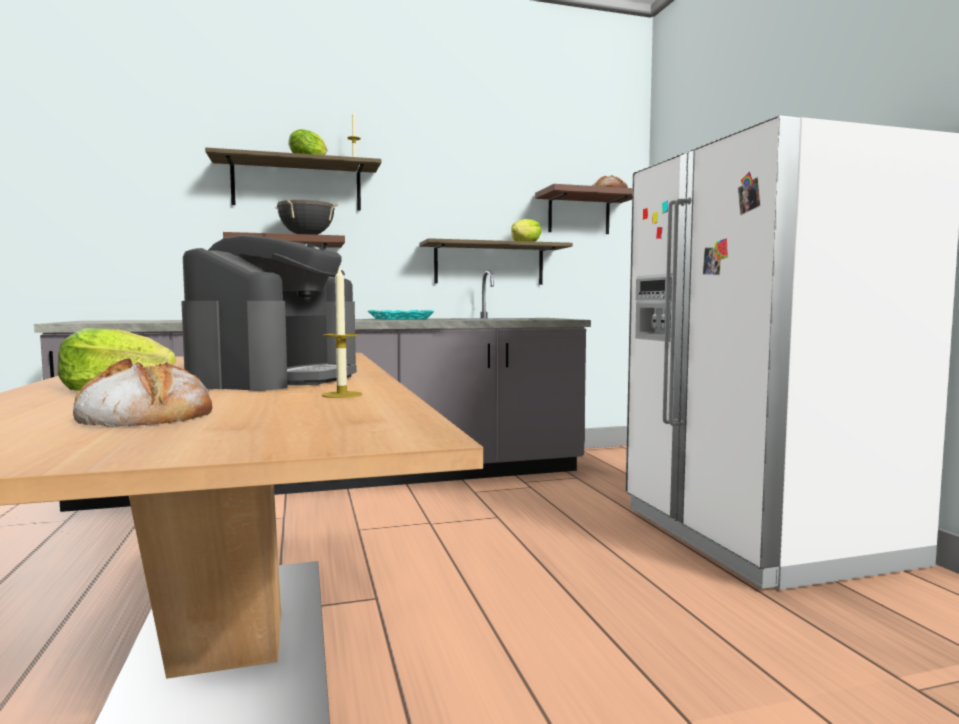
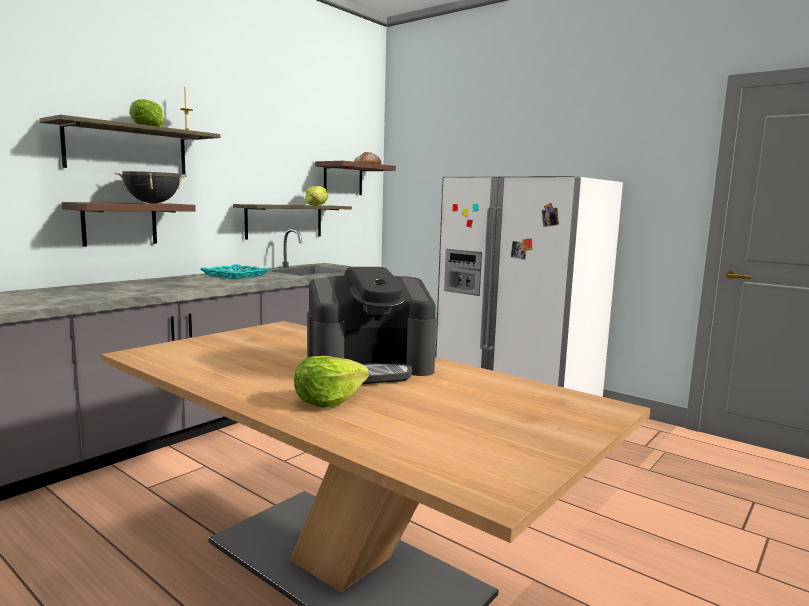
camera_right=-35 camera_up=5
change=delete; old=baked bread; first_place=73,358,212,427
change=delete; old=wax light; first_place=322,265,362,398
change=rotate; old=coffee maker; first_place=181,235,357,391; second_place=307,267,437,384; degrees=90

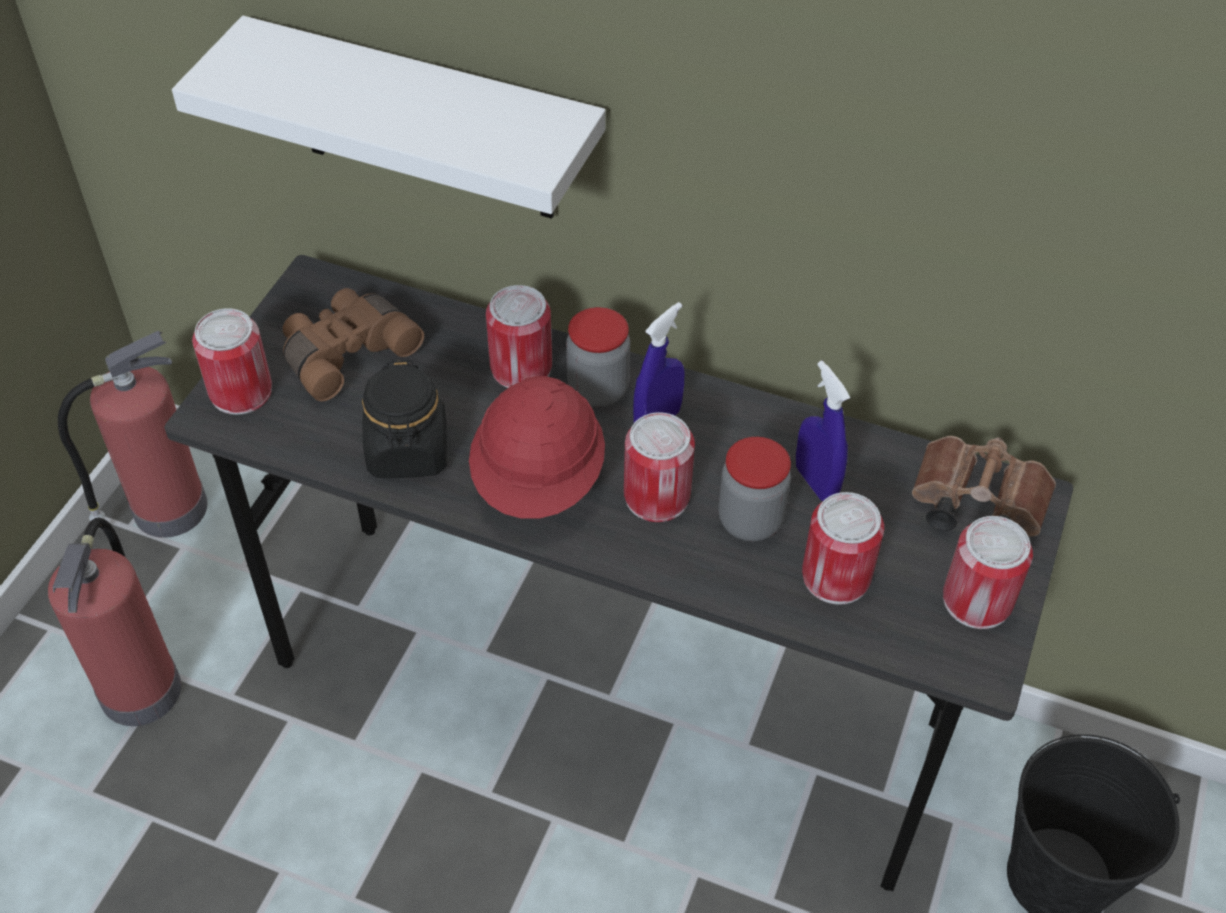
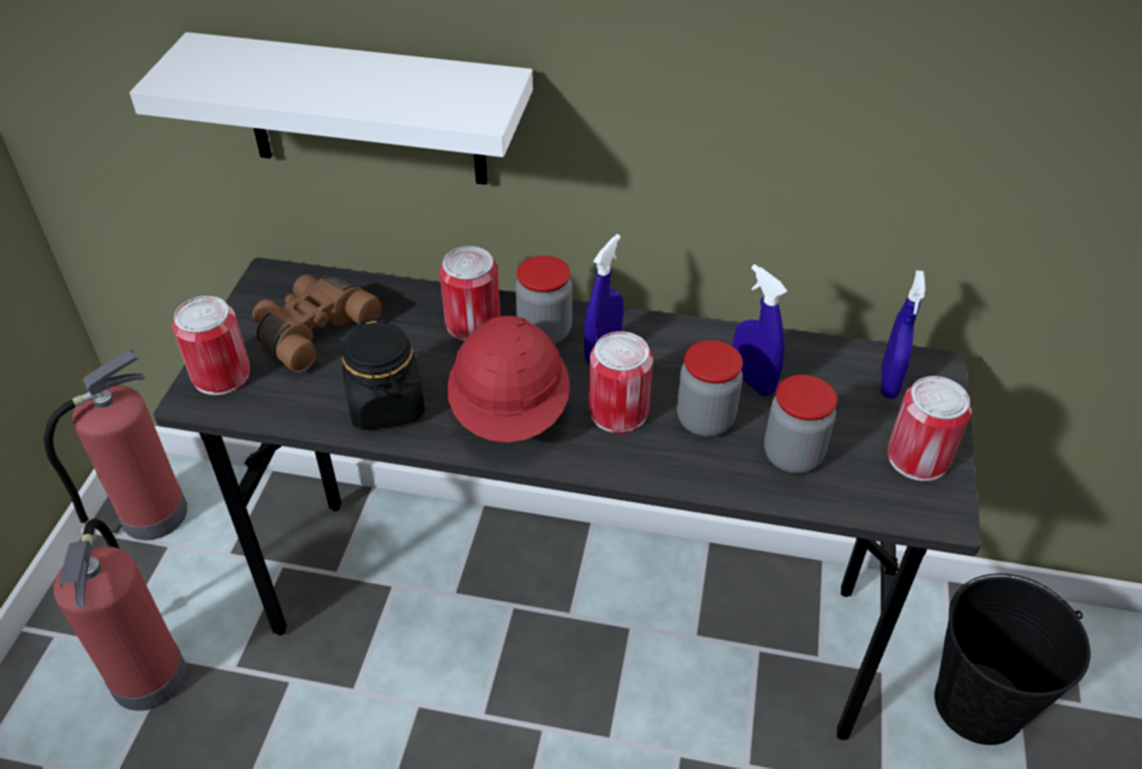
camera_right=-10 camera_up=-5
change=replace; old=sealed can; new=storage jar; first_place=802,492,884,605; second_place=764,375,837,473
change=replace; old=binoculars (brown); new=spray bottle (bluish); first_place=912,436,1056,536; second_place=881,270,925,398

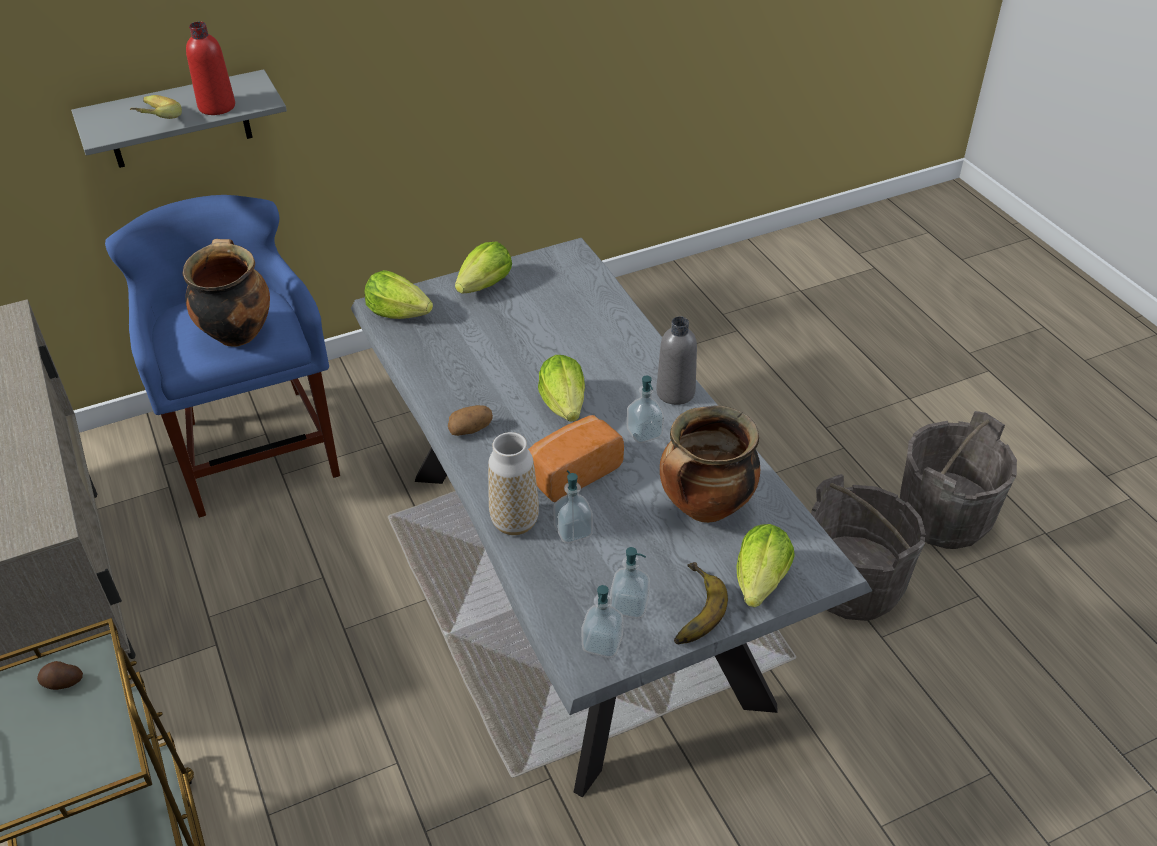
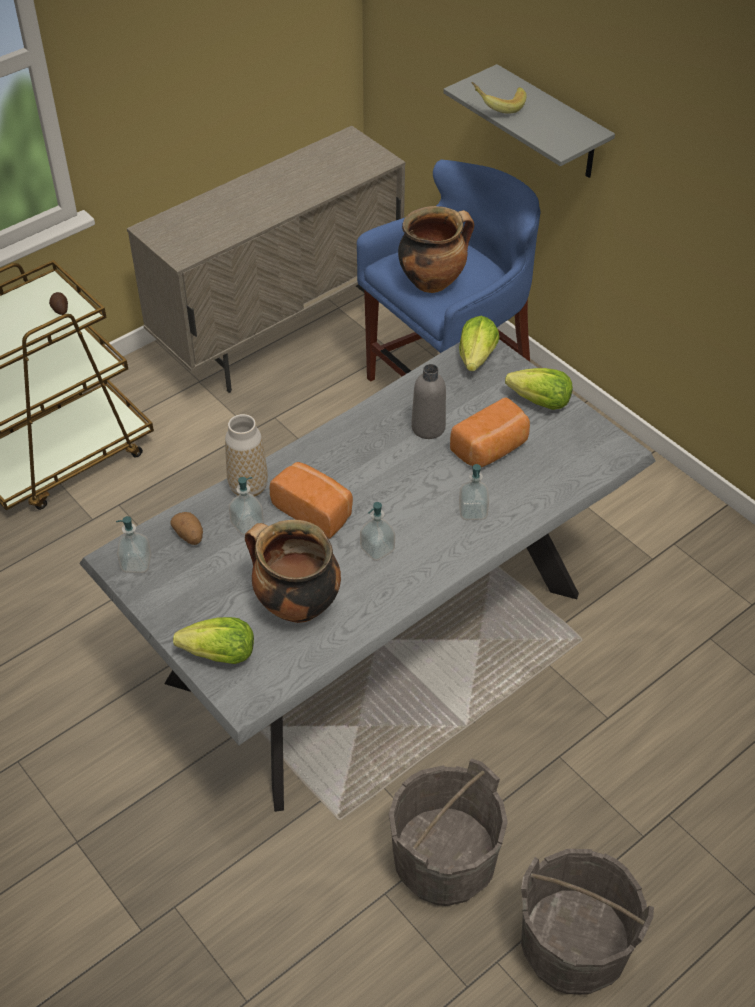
camera_right=75 camera_up=5
change=delete; old=beverage bottle (red); first_place=186,22,235,115
change=delete; old=lettuce; first_place=538,355,585,422
change=delete; old=banana fruit; first_place=674,562,728,644
change=insert; new=baked bread; second_place=450,397,530,467
change=move; old=potato; first_place=448,405,493,436; second_place=170,512,203,545
change=move; old=soap bottle; first_place=610,547,650,619; second_place=459,464,489,520
change=move; old=beverage bottle (greyish); first_place=656,316,697,405; second_place=411,364,446,439

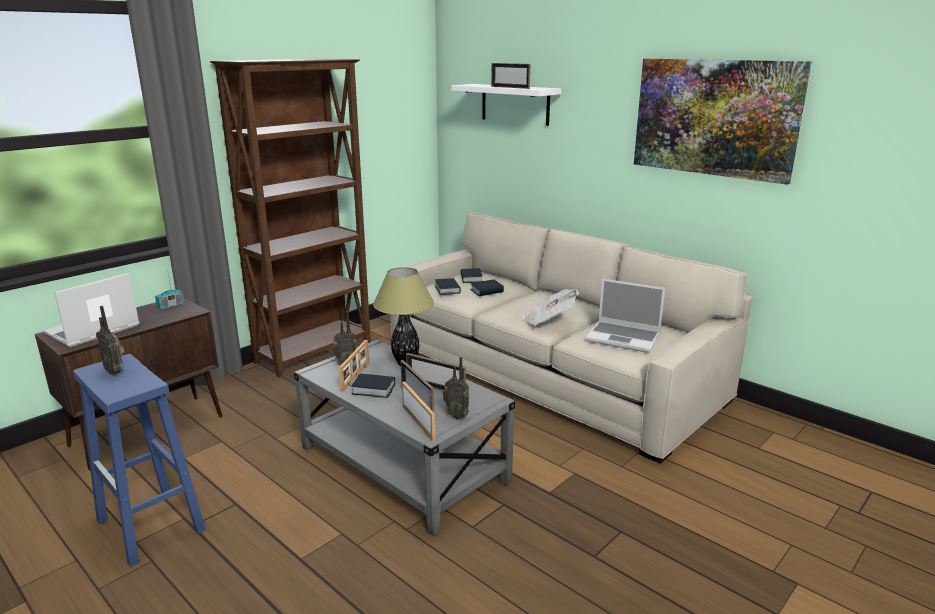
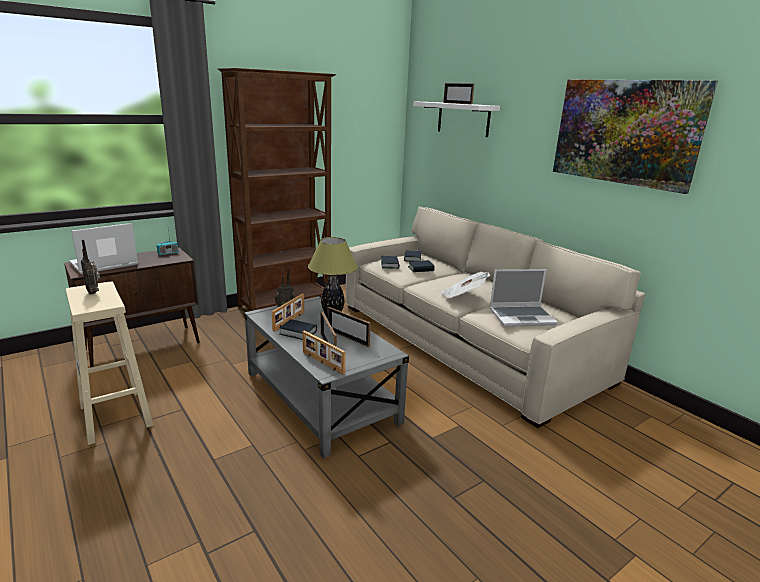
camera_right=10 camera_up=0
change=delete; old=radio receiver; first_place=443,357,469,419
change=recolor; old=stool (bluish); new=stool (beige); first_place=73,354,206,567; second_place=66,282,153,445
change=rotate; old=picture frame; first_place=402,381,436,441; second_place=303,330,346,375; degrees=150
change=rotate; old=notebook computer; first_place=586,279,665,353; second_place=489,269,558,327; degrees=-45

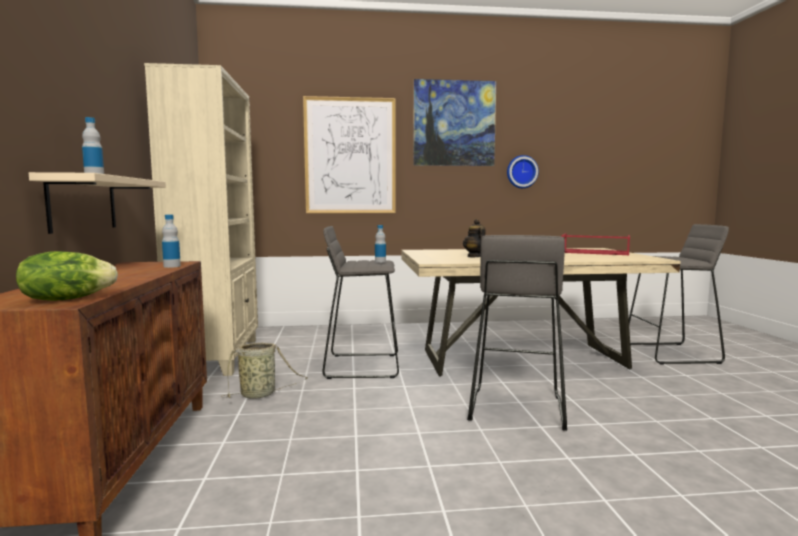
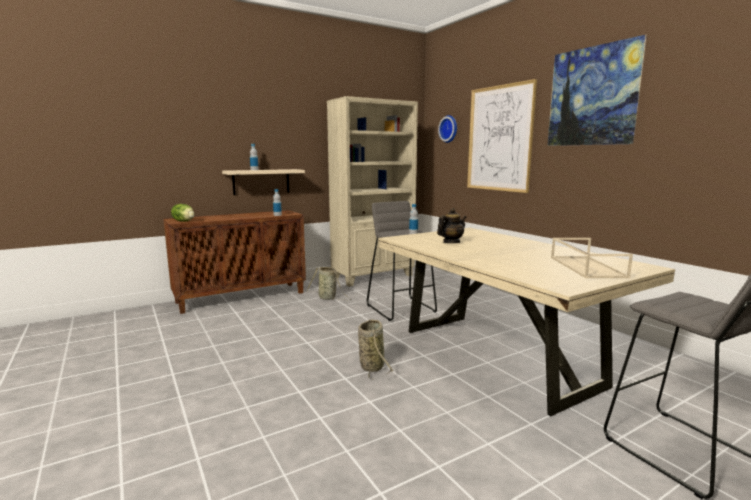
camera_right=65 camera_up=5
change=move; old=wall clock; first_place=507,155,539,188; second_place=438,115,457,143
change=replace; old=stool (greyish); new=basket; first_place=467,235,567,431; second_place=358,319,394,378
change=recolor; old=carrying tray (red); new=carrying tray (beige); first_place=561,234,630,255; second_place=551,238,633,278

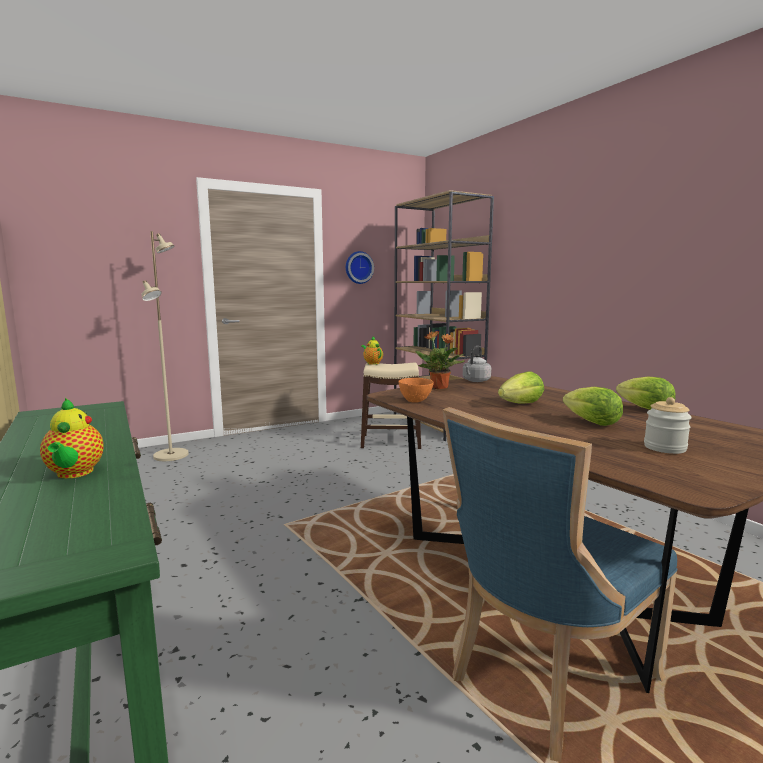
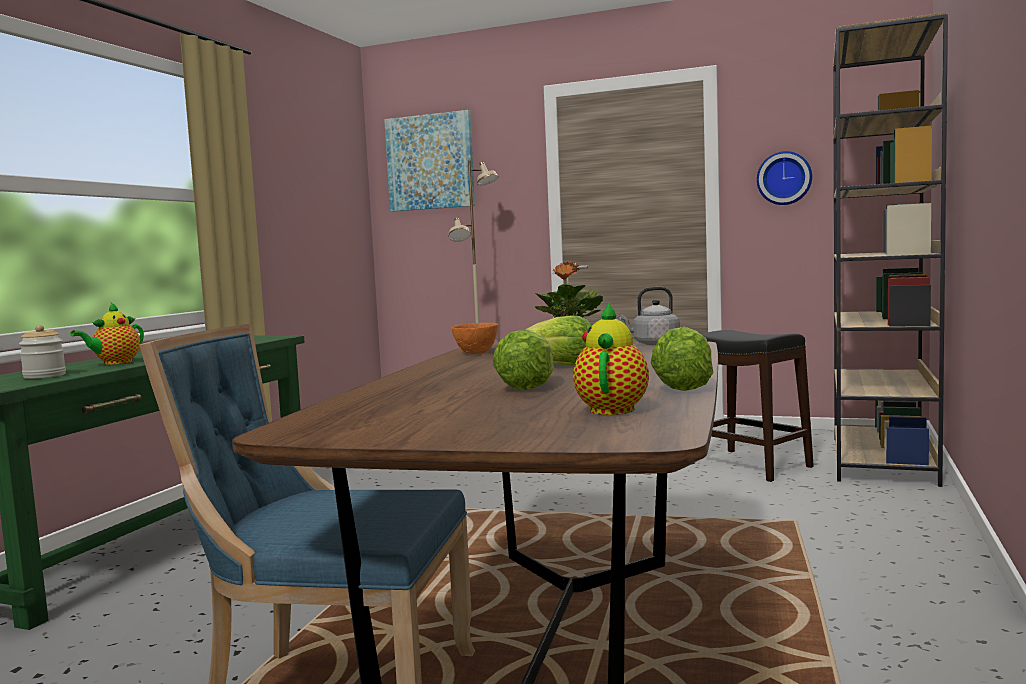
camera_right=50 camera_up=-5
change=insert; new=wall art; second_place=384,110,475,212
change=move; old=pot for tea; first_place=361,336,383,365; second_place=573,302,649,415
change=move; old=storage jar; first_place=644,397,692,454; second_place=19,325,66,379
change=recolor; old=stool (beige); new=stool (blackish); first_place=361,362,421,449; second_place=691,330,814,482

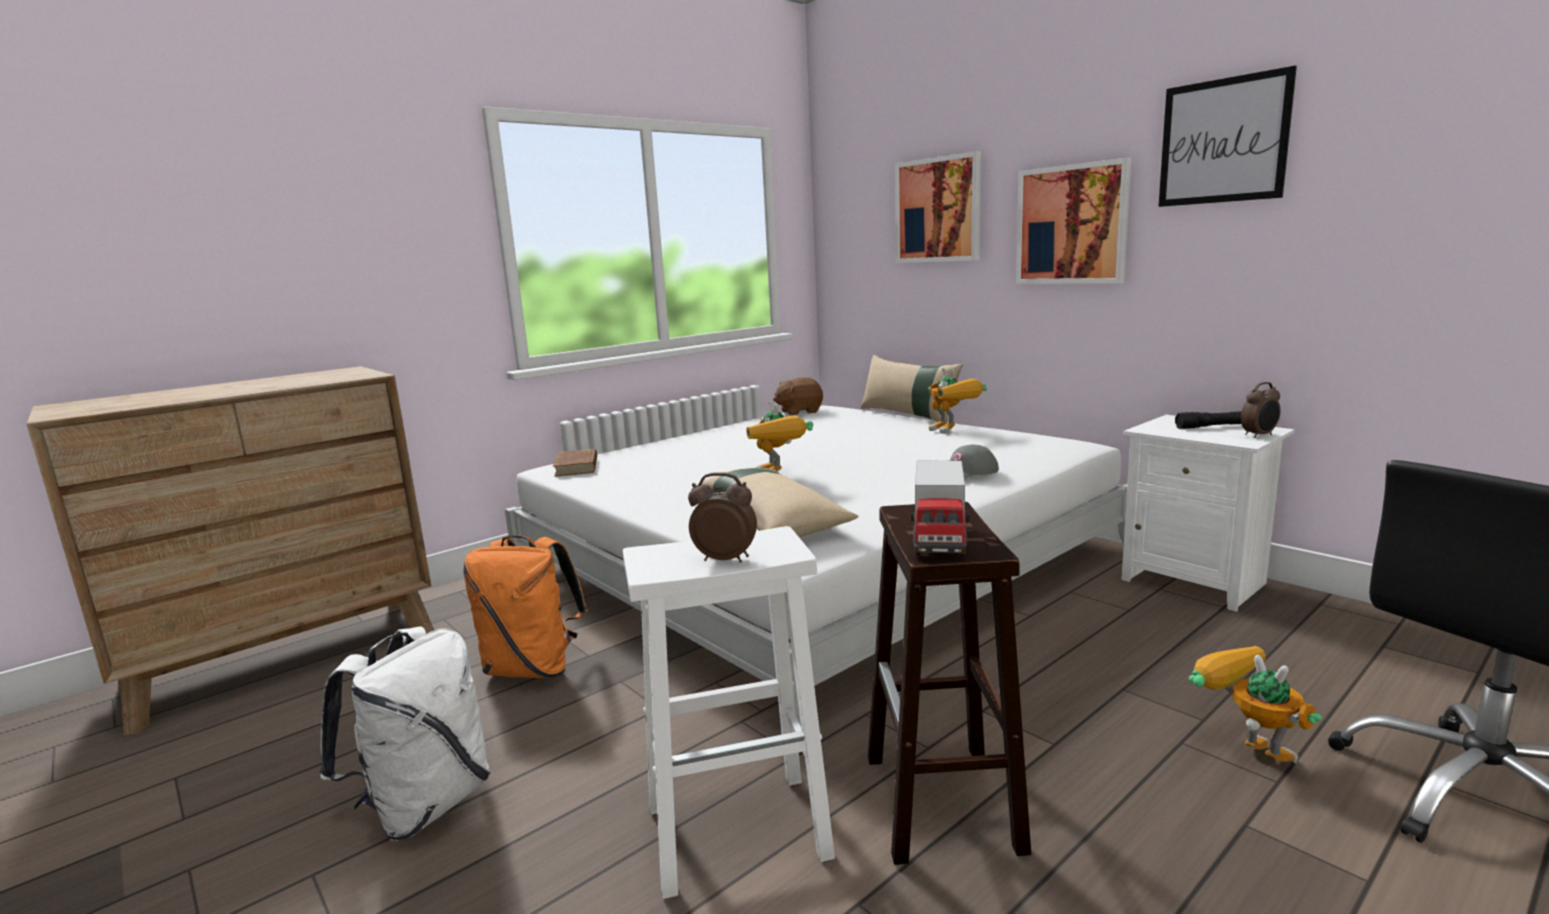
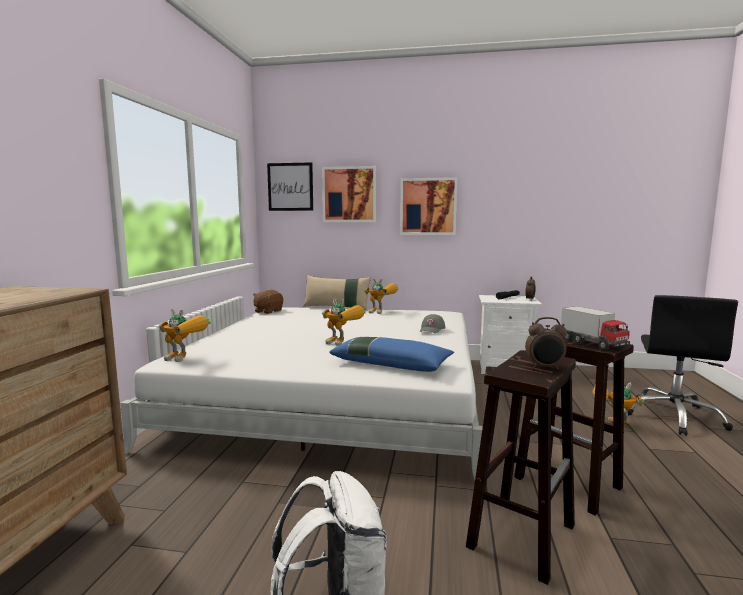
camera_right=-40 camera_up=-5
change=delete; old=rucksack (orange-coloured); first_place=463,536,588,678
change=move; old=wall art; first_place=1158,66,1297,207; second_place=267,162,313,211
change=replace; old=book (brown); new=model robot; first_place=553,449,597,477; second_place=159,309,211,362
change=recolor; old=stool (whitish); new=stool (brown); first_place=623,526,835,899; second_place=466,350,576,585
change=recolor; old=cushion (beige); new=cushion (bluish); first_place=698,468,859,537; second_place=329,337,454,372
change=rotate; old=table clock; first_place=688,472,757,563; second_place=525,317,567,369; degrees=-150

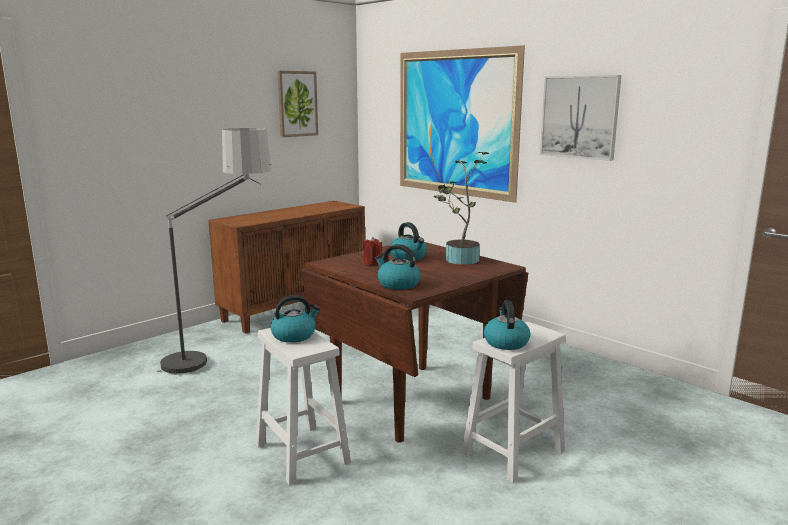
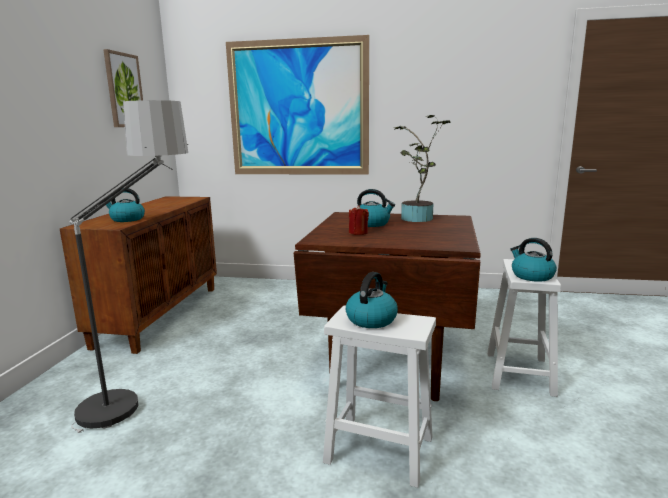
camera_right=-35 camera_up=0
change=delete; old=wall art; first_place=540,75,621,161
change=move; old=tea kettle; first_place=375,244,421,290; second_place=103,188,145,222

